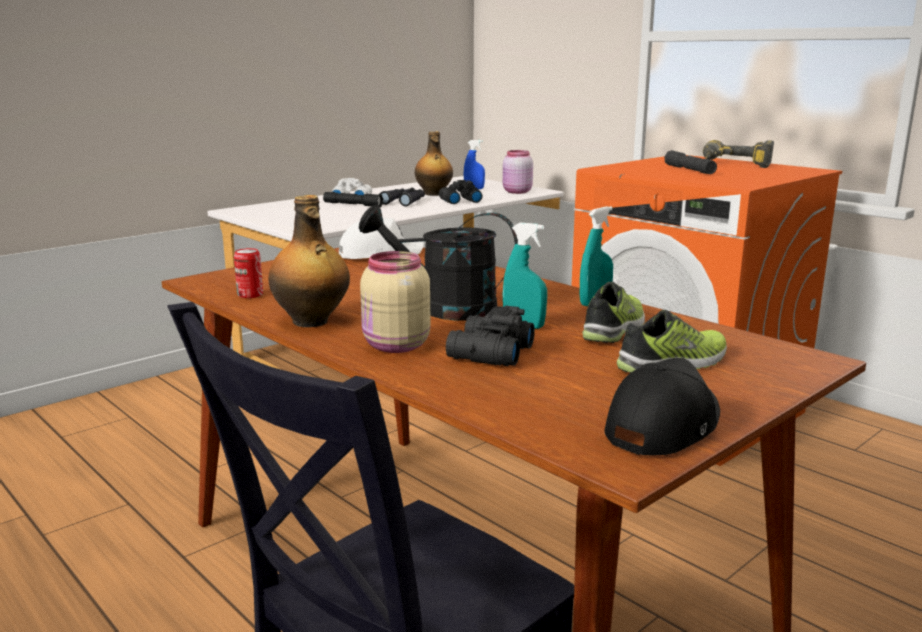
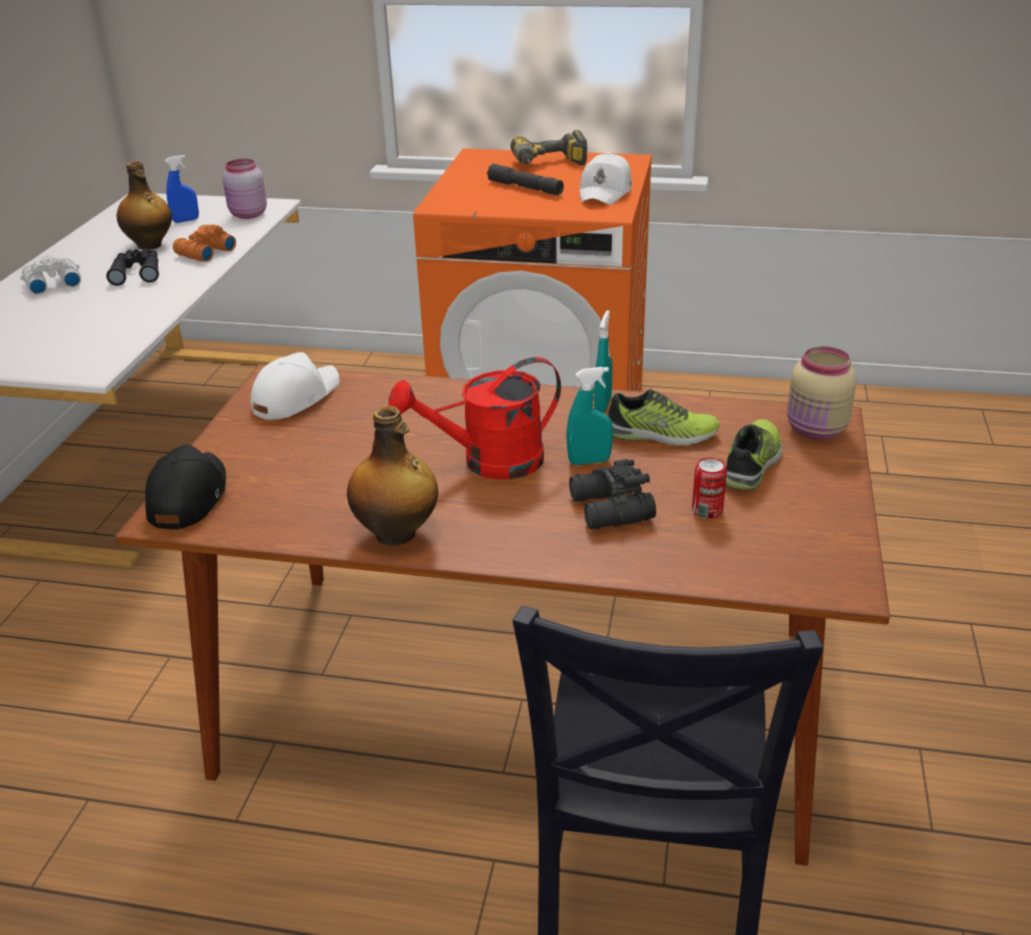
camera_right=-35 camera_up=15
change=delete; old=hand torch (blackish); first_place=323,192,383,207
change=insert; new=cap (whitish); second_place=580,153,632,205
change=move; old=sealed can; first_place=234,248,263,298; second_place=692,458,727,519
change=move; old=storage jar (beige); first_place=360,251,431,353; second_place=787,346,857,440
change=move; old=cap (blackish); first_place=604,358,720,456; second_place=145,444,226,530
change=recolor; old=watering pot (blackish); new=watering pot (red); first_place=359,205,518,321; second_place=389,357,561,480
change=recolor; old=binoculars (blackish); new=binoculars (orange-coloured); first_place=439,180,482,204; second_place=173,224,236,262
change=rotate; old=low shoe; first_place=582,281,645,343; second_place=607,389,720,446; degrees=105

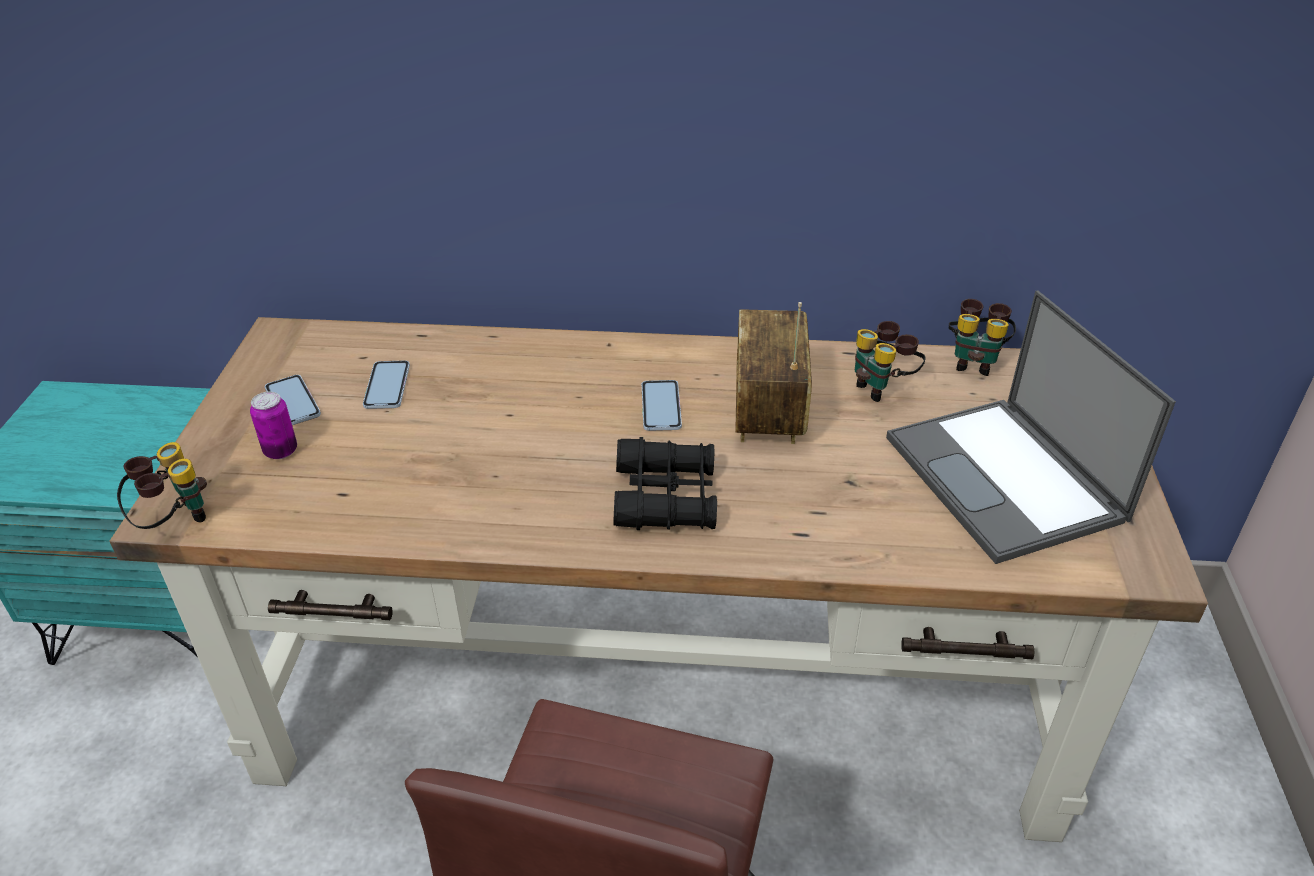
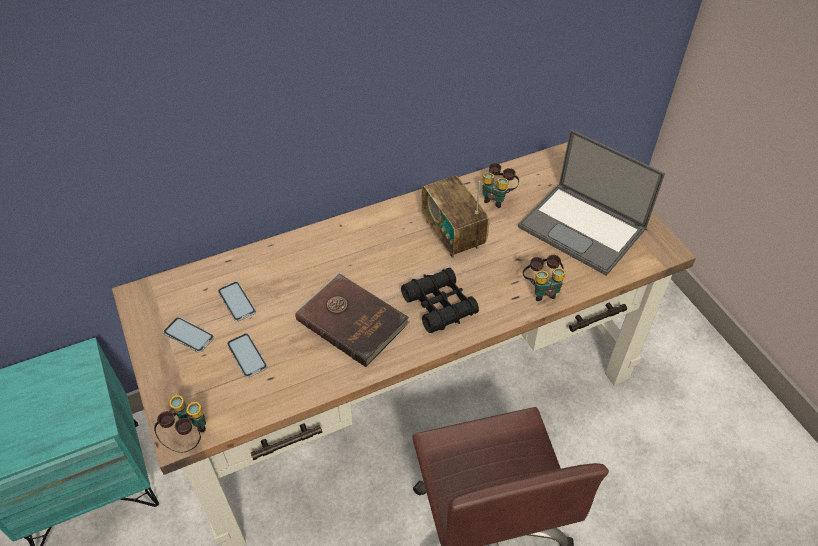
camera_right=-30 camera_up=10
change=delete; old=sealed can; first_place=250,392,297,459
change=insert; new=book (brown); second_place=295,272,410,367
change=move; old=phone; first_place=642,380,682,431; second_place=227,333,267,378
change=move; old=binoculars; first_place=949,299,1016,376; second_place=522,255,566,301

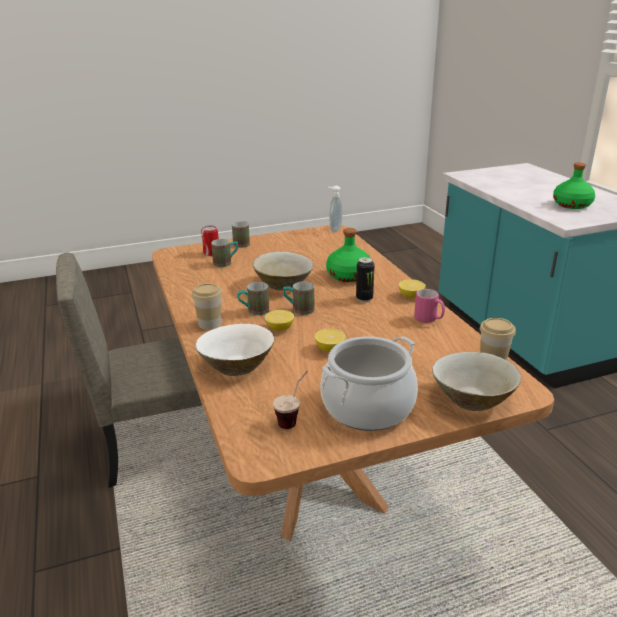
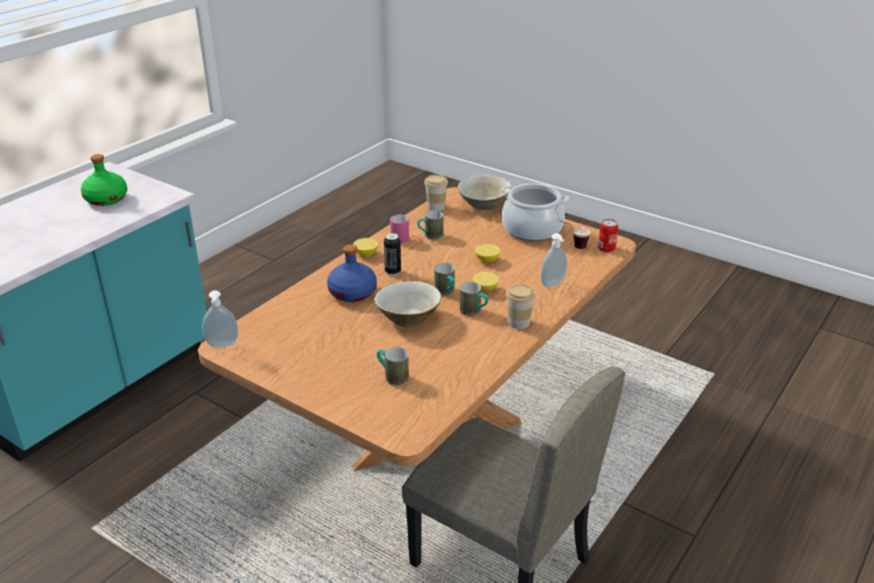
camera_right=-125 camera_up=5
change=move; old=sealed can; first_place=201,226,219,256; second_place=598,219,619,252
change=move; old=mug; first_place=232,221,250,248; second_place=417,210,444,240
change=replace; old=deep dish (whitish); new=soap bottle; first_place=196,324,274,376; second_place=541,233,567,287
change=recolor; old=beverage bottle (greenish); new=beverage bottle (bluish); first_place=326,228,370,282; second_place=327,244,377,302

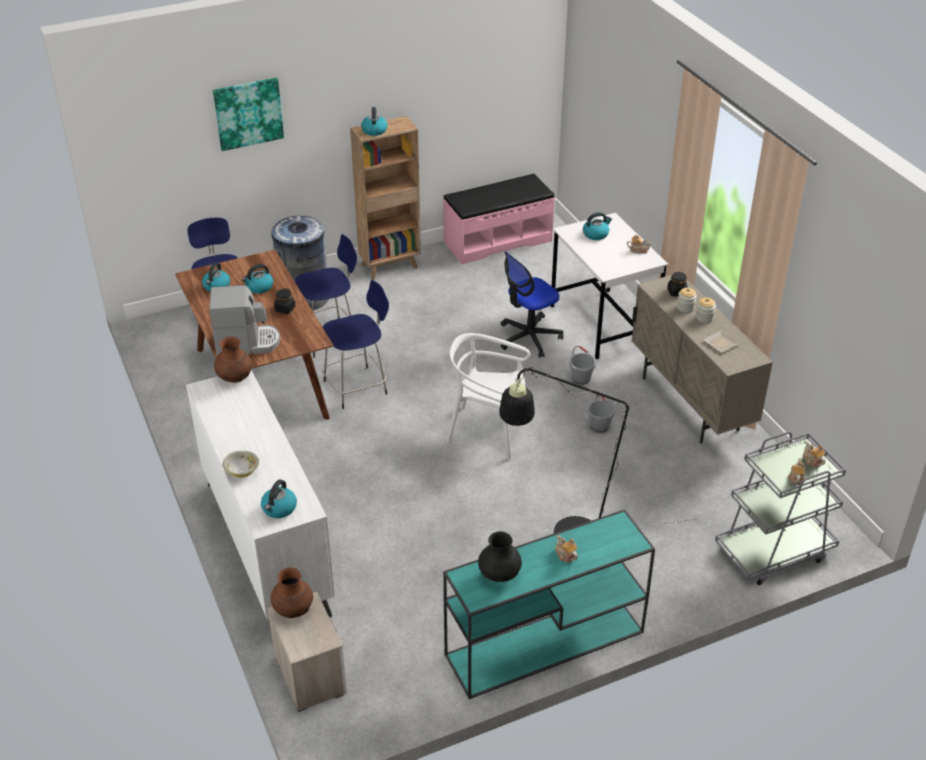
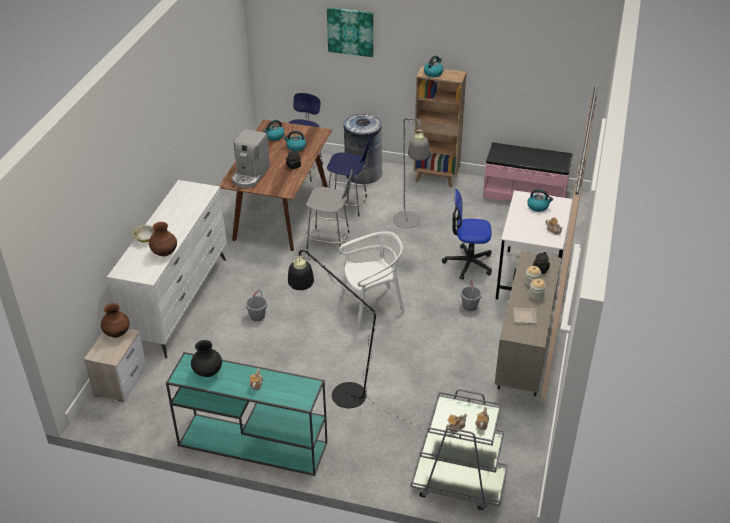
camera_right=40 camera_up=0
change=delete; old=tea kettle; first_place=261,480,297,518
change=insert; new=standard lamp (greyish); second_place=393,118,430,228
change=move; old=decorative vase (brown); first_place=214,336,252,383; second_place=149,222,177,256
change=move; old=pail (greyish); first_place=587,392,615,433; second_place=246,290,267,321
change=recolor; old=stool (bluish); new=stool (greyish); first_place=322,280,389,409; second_place=305,169,353,254
change=rotate; old=coffee maker; first_place=209,285,280,356; second_place=231,129,270,188; degrees=75
change=rotate; old=chair (whitish); first_place=447,333,530,460; second_place=339,231,405,329; degrees=105

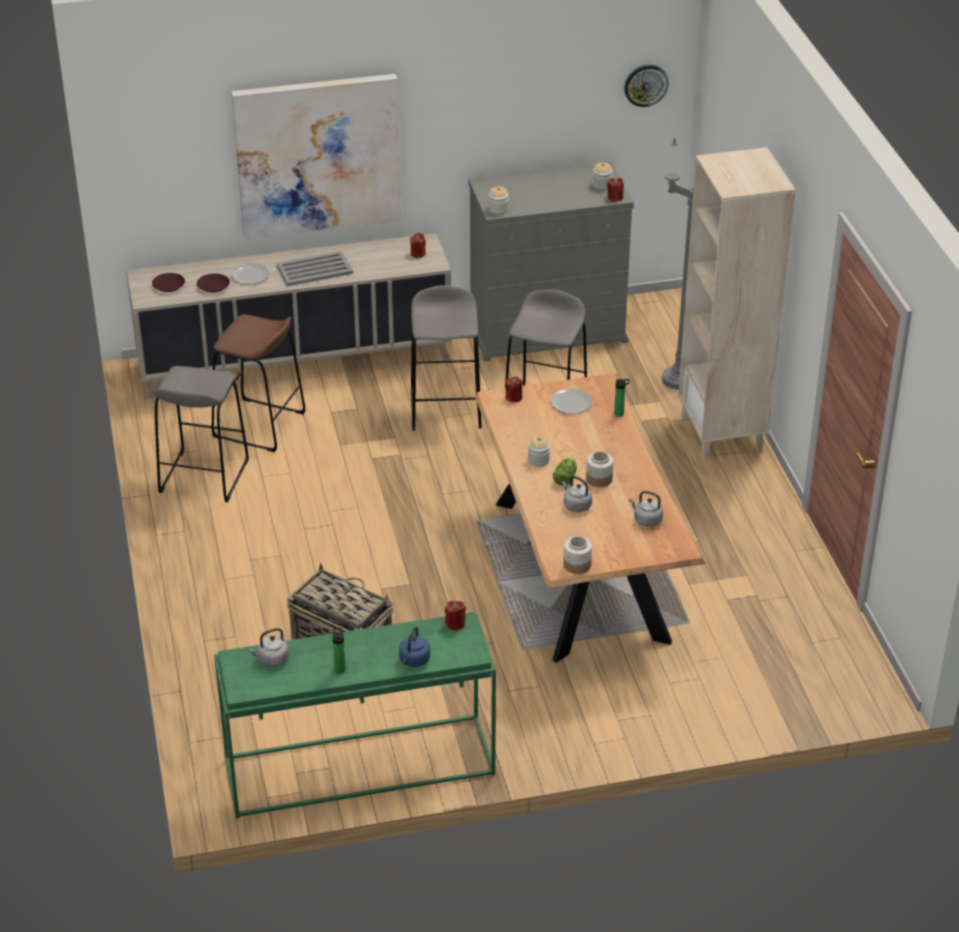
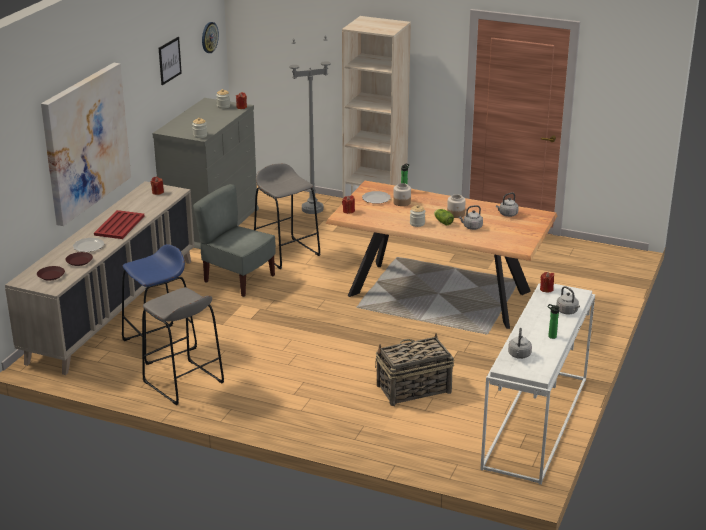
camera_right=-55 camera_up=-10
change=insert; new=wall art; second_place=159,37,182,85
change=move; old=storage jar; first_place=563,536,592,574; second_place=393,183,411,206
change=replace; old=stool (greyish); new=chair (greyish); first_place=411,285,482,431; second_place=193,184,276,297
change=recolor; old=stool (brown); new=stool (bluish); first_place=212,314,305,452; second_place=122,244,197,365
change=recolor; old=narrow table (greenish); new=narrow table (whitish); first_place=214,612,496,819; second_place=480,282,595,485
change=recolor; old=carrying tray (greyish); new=carrying tray (red); first_place=277,251,353,286; second_place=94,210,144,239
change=recolor; old=tea kettle (bluish); new=tea kettle (greyish); first_place=399,626,430,667; second_place=556,286,580,315

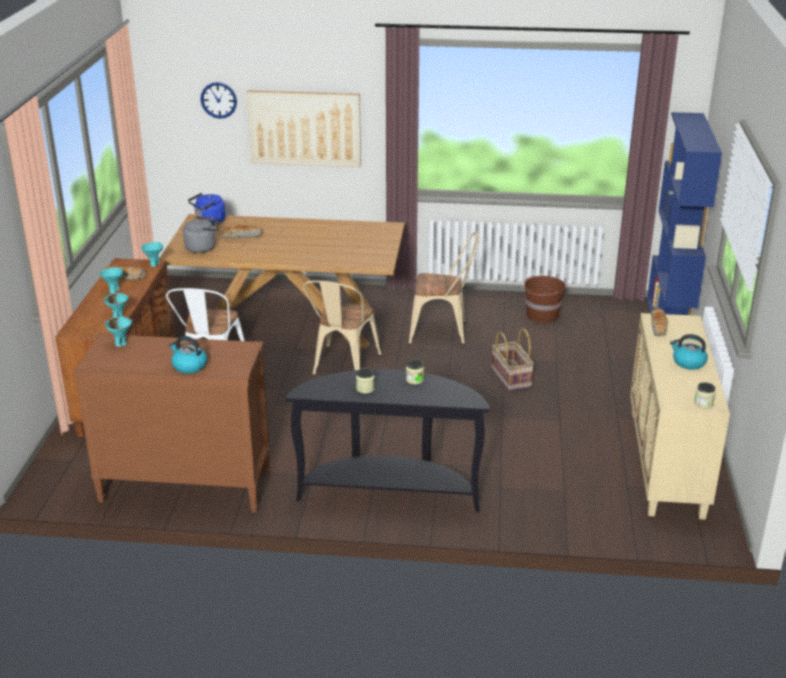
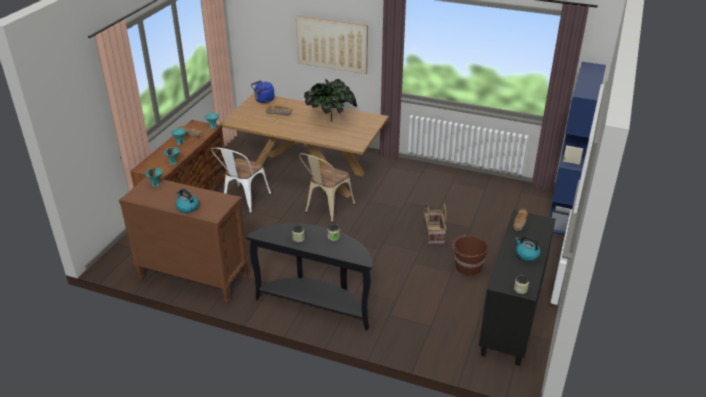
camera_right=15 camera_up=5
change=delete; old=tea kettle (greyish); first_place=183,216,219,253
change=delete; old=wall clock; first_place=201,82,237,119
change=delete; old=chair (beige); first_place=409,231,479,345
change=insert; new=potted plant; second_place=304,79,357,122
change=move; old=pail (brown); first_place=522,275,566,323; second_place=453,235,488,276
change=recolor; old=storage cabinet (beige); new=storage cabinet (blackish); first_place=630,313,730,520; second_place=479,210,556,366

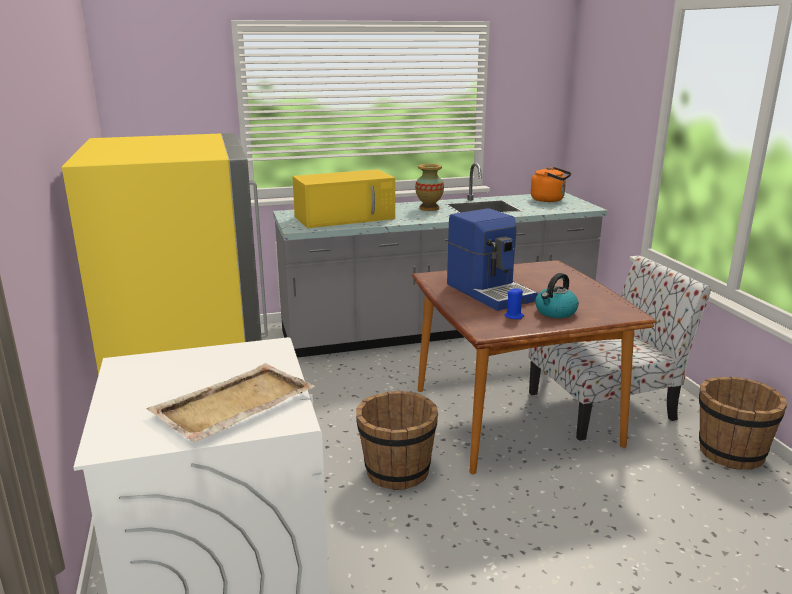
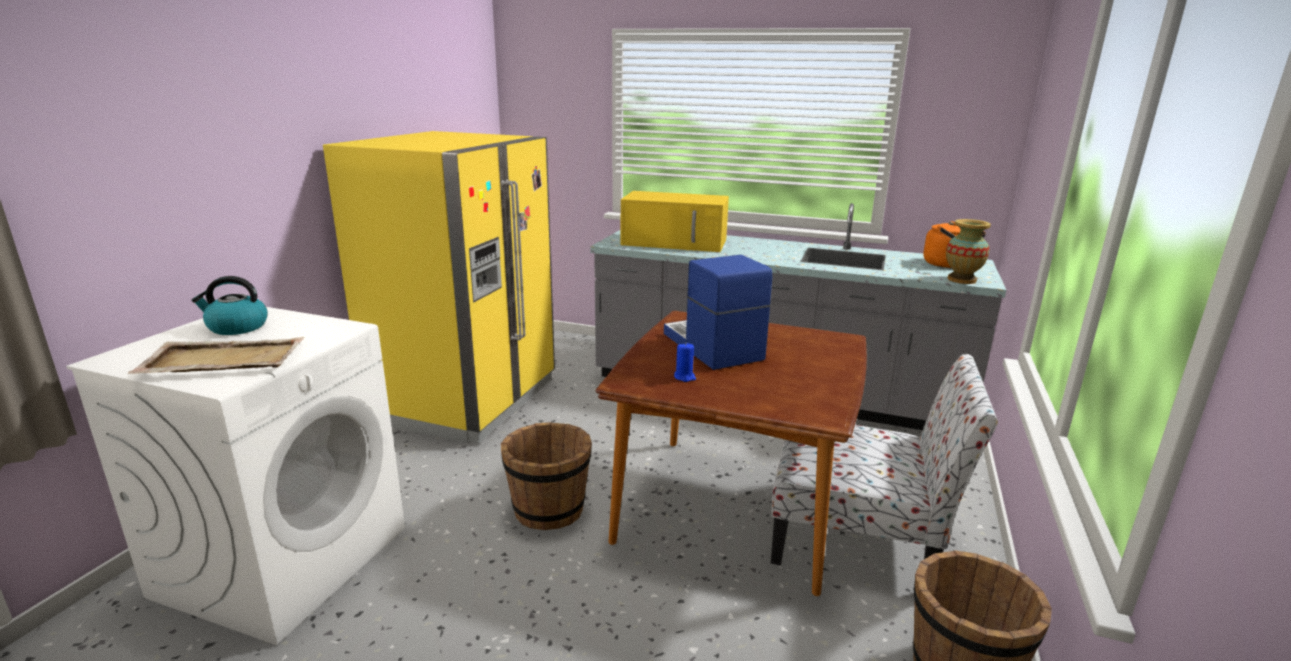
camera_right=35 camera_up=0
change=move; old=decorative vase; first_place=415,164,444,211; second_place=946,219,991,284
change=move; old=tea kettle; first_place=535,273,579,318; second_place=191,276,268,335
change=rotate; old=coffee maker; first_place=447,208,537,311; second_place=664,255,772,370; degrees=150

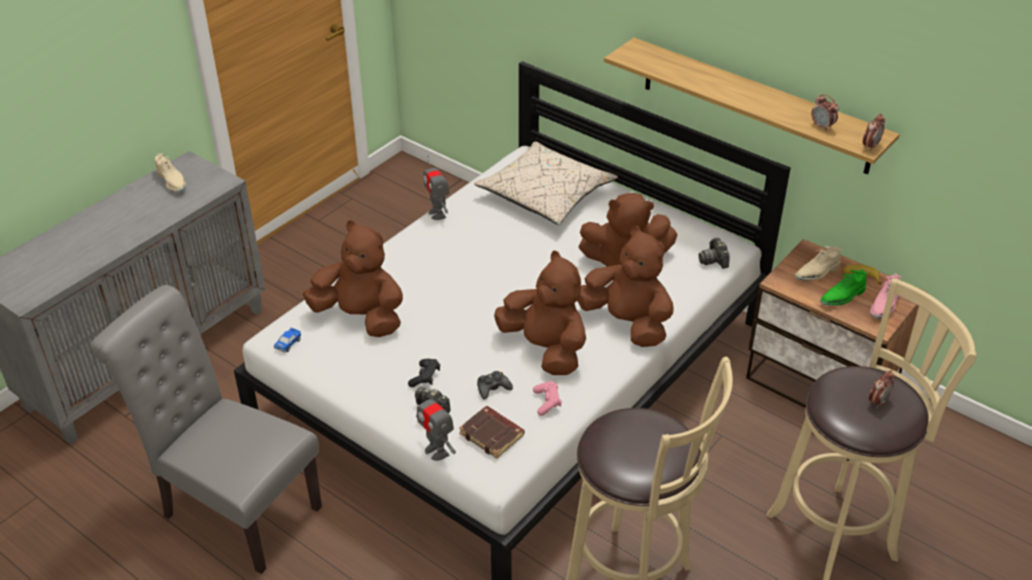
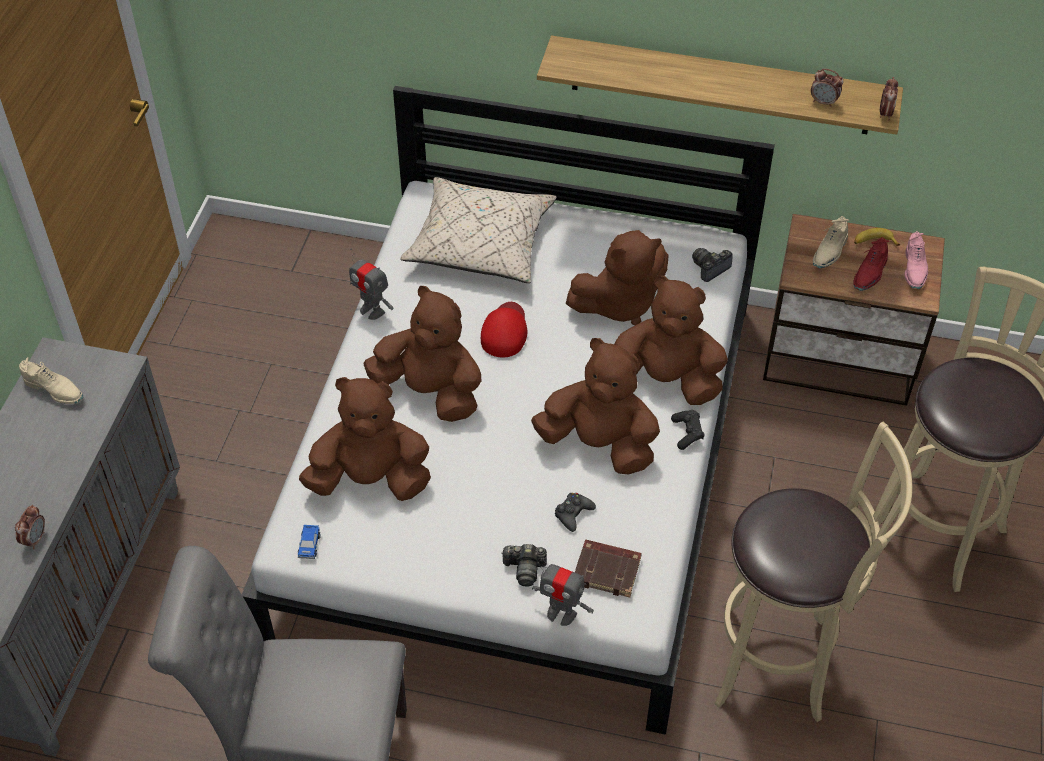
camera_right=-25 camera_up=10
change=delete; old=game controller (pinkish); first_place=533,381,562,416
change=insert; new=cuddly toy (brown); second_place=363,286,481,422
change=insert; new=cap (red); second_place=481,302,527,357
change=move; old=game controller (blackish); first_place=408,359,440,387; second_place=671,410,704,450
change=move; old=table clock; first_place=869,370,895,409; second_place=15,505,45,549
change=recolor; old=low shoe (greenish); new=low shoe (red); first_place=820,269,867,306; second_place=853,237,889,291
change=rotate; old=still camera; first_place=699,238,730,268; second_place=692,248,733,282; degrees=90

